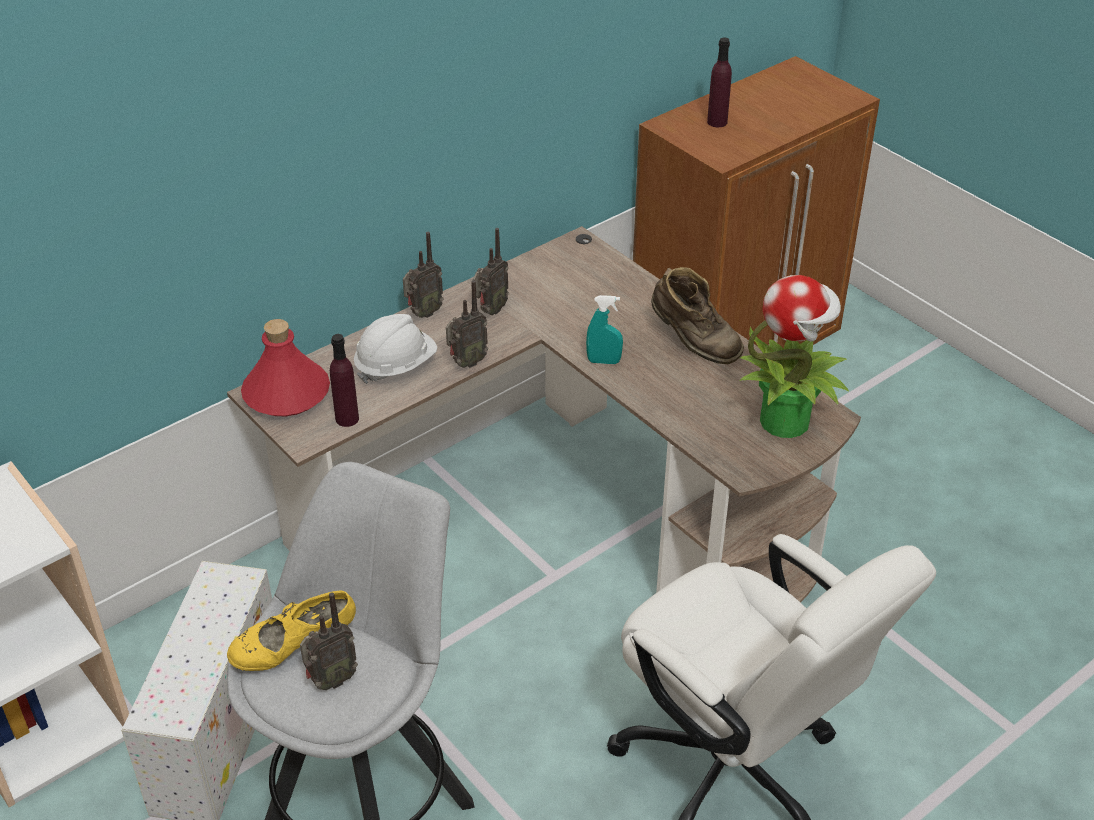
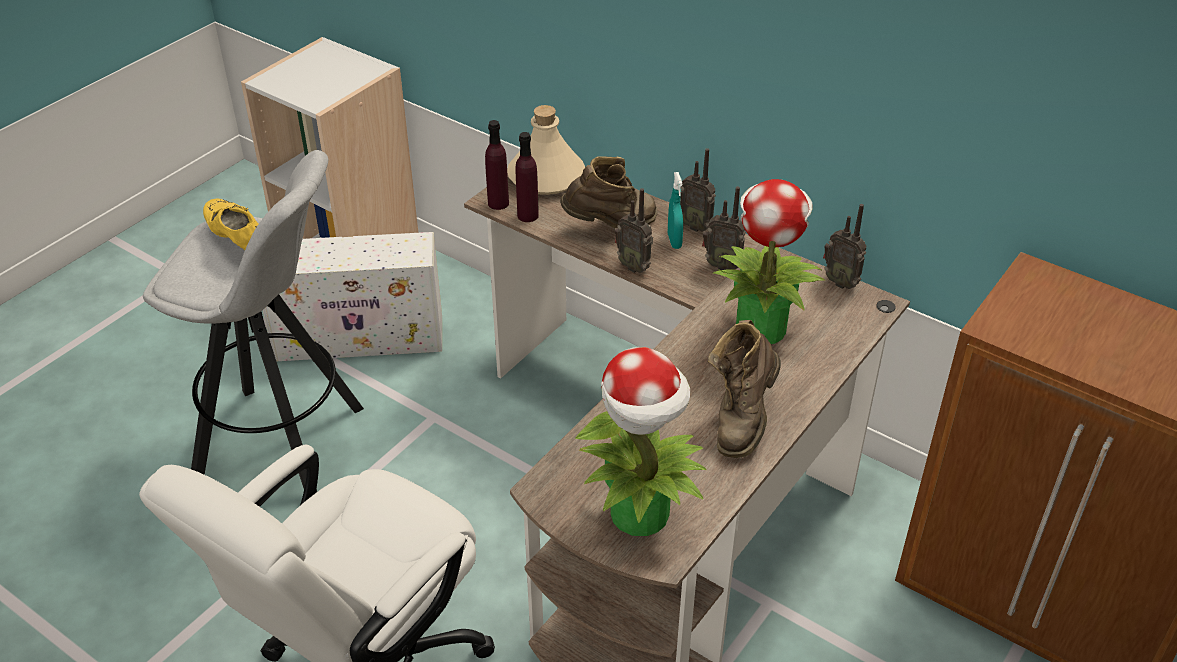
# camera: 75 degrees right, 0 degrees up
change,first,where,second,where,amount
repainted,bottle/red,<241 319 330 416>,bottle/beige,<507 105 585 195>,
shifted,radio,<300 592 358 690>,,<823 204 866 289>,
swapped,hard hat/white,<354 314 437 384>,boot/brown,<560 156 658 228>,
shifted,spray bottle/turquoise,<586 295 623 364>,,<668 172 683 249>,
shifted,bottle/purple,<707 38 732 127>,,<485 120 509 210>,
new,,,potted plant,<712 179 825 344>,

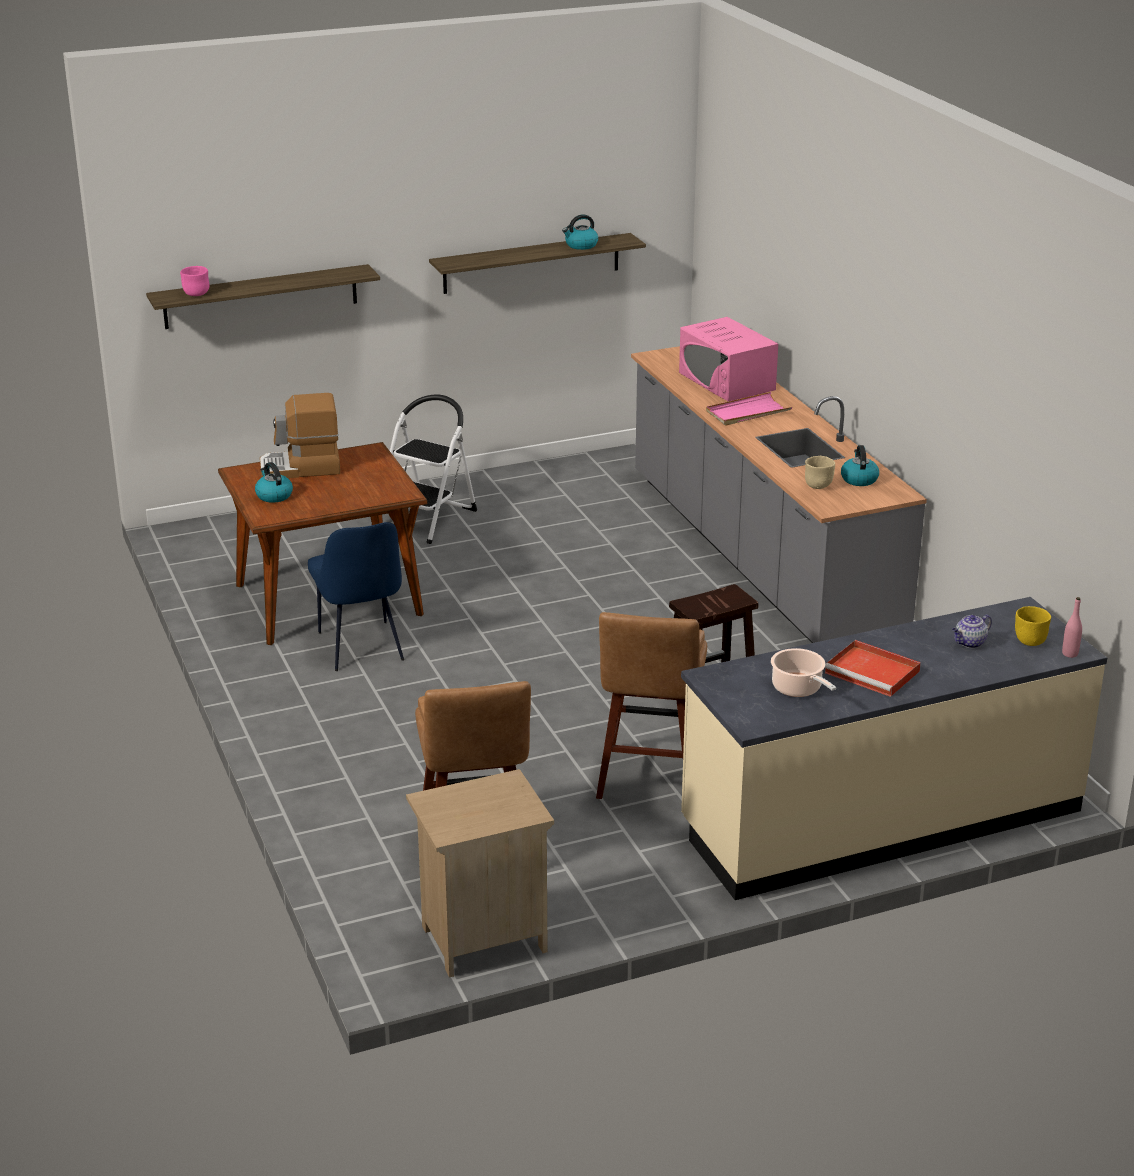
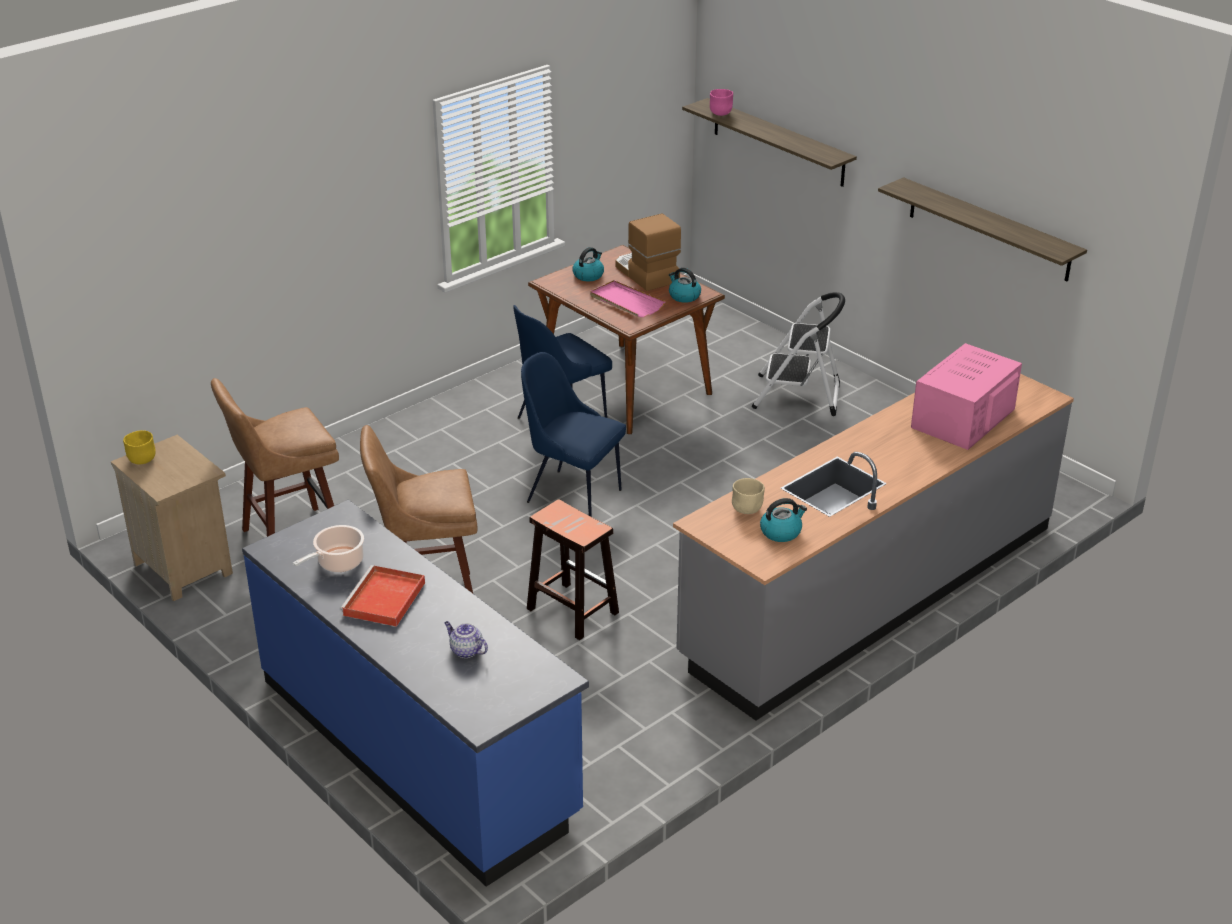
# camera: 70 degrees right, 5 degrees up
change,first,where,second,where,amount
shifted,kettle,<562 214 598 250>,,<669 268 701 303>,
repainted,counter/beige,<681 597 1107 900>,counter/blue,<242 500 589 887>,
shifted,tray/pink,<706 392 792 425>,,<590 280 665 317>,
shifted,bowl/yellow,<1015 606 1051 646>,,<123 430 156 464>,
gone,bottle/pink,<1062 597 1082 658>,,,
new,,,chair/blue,<521 352 626 517>,

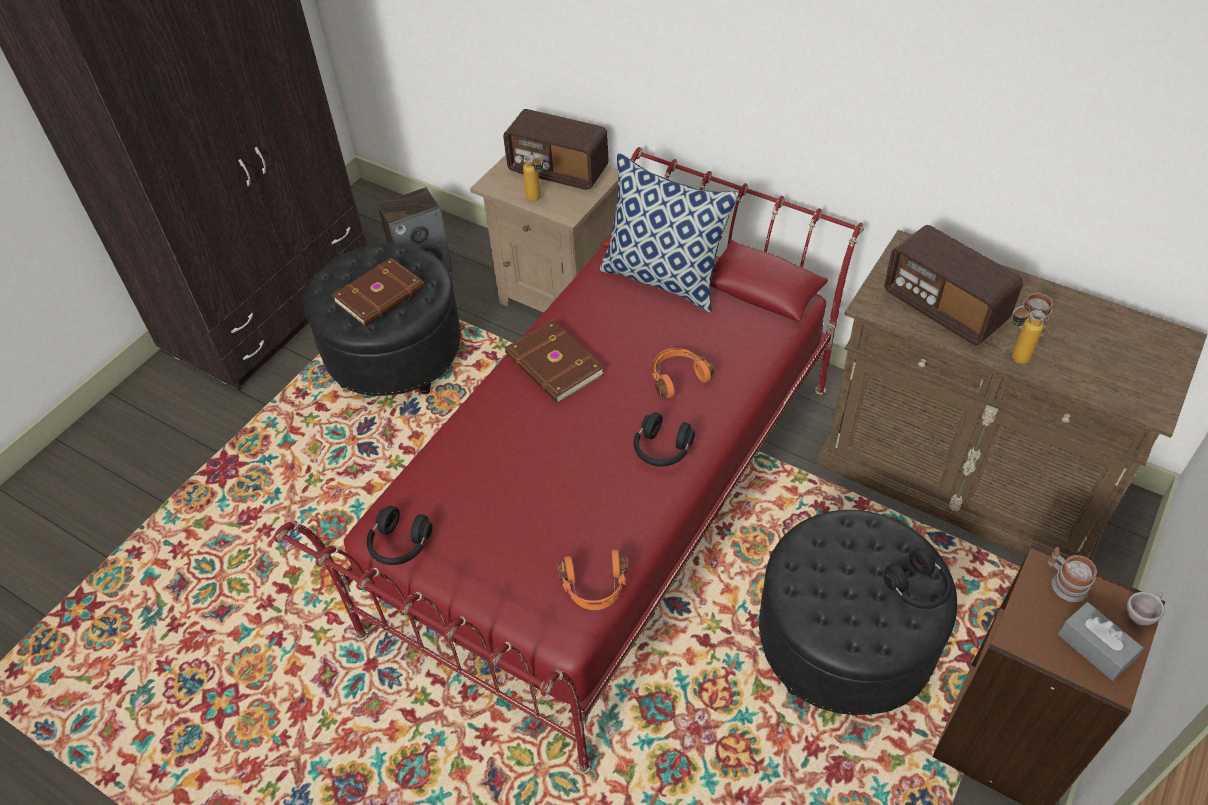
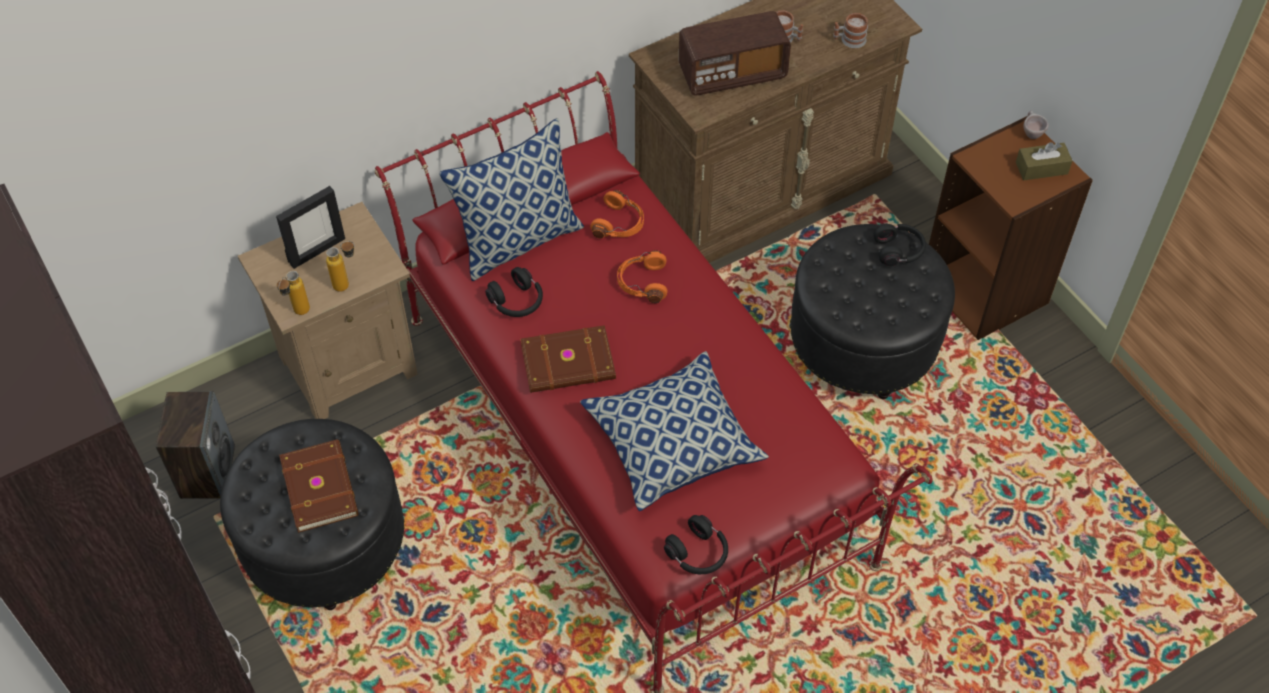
# camera: 65 degrees left, 5 degrees up
change,first,where,second,where,amount
swapped,radio,<503 109 609 190>,picture frame,<276 186 345 269>,
shifted,headphones/orange,<557 550 628 610>,,<590 190 644 238>,
shifted,headphones/black,<634 412 695 467>,,<485 267 543 317>,
shifted,bottle,<1012 306 1045 364>,,<277 271 310 315>,
shifted,mug,<1048 547 1097 602>,,<833 13 868 48>,
repainted,tissue box/grey,<1058 602 1144 681>,tissue box/brown,<1016 142 1073 180>,
new,,,pillow,<580 351 769 511>,

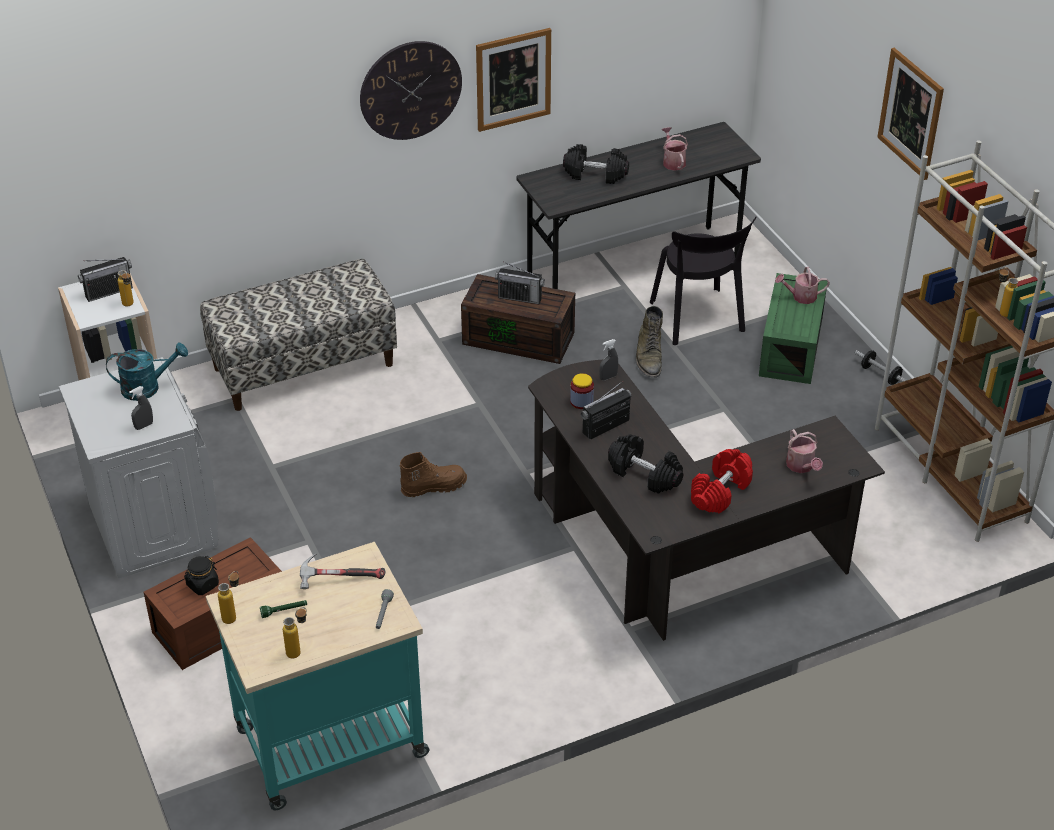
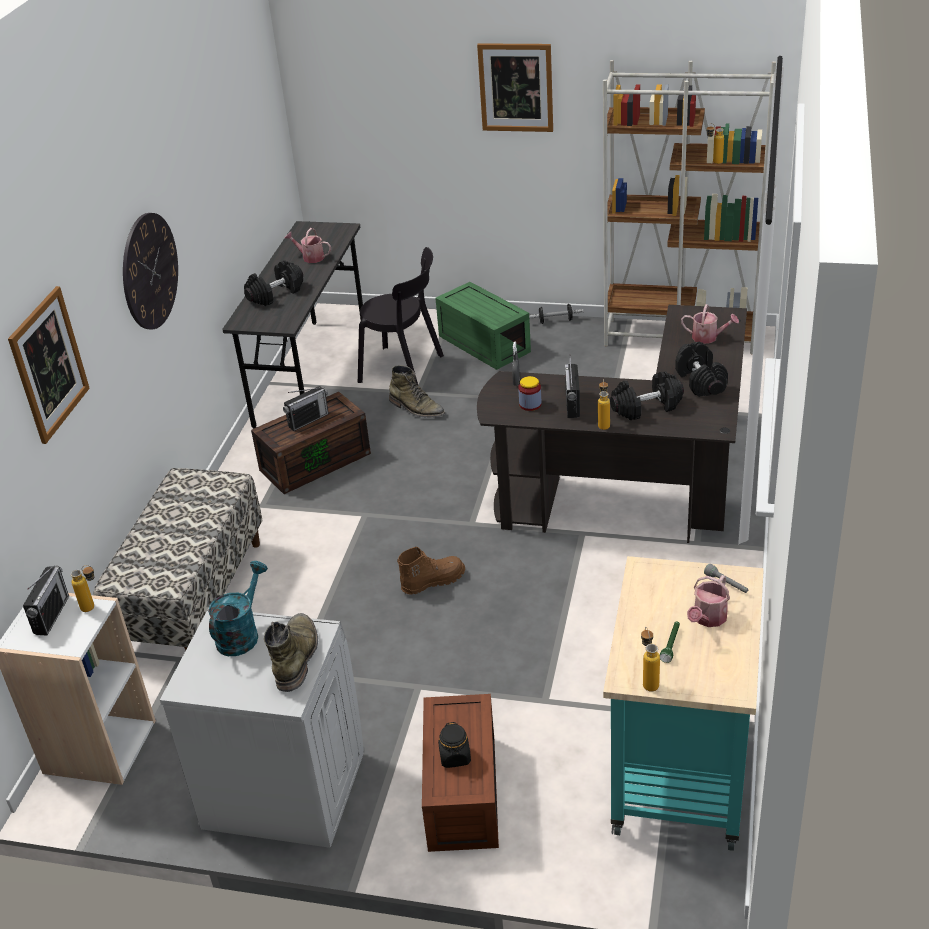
# camera: 50 degrees left, 5 degrees down
change,first,where,second,where,amount
swapped,spray bottle/grey,<129 386 153 430>,boot/green,<264 613 318 692>,
shifted,bottle,<283 607 307 658>,,<598 379 610 430>,
gone,hammer,<300 553 385 589>,,,
rotated,boot/brown,<400 452 467 497>,,<397 547 465 595>,45 degrees clockwise
shifted,picture,<476 28 551 132>,,<8 286 90 444>,
repainted,dumbbell/red,<691 449 753 513>,dumbbell/black,<675 342 728 397>,
shifted,watering can,<775 267 830 304>,,<687 575 730 627>,

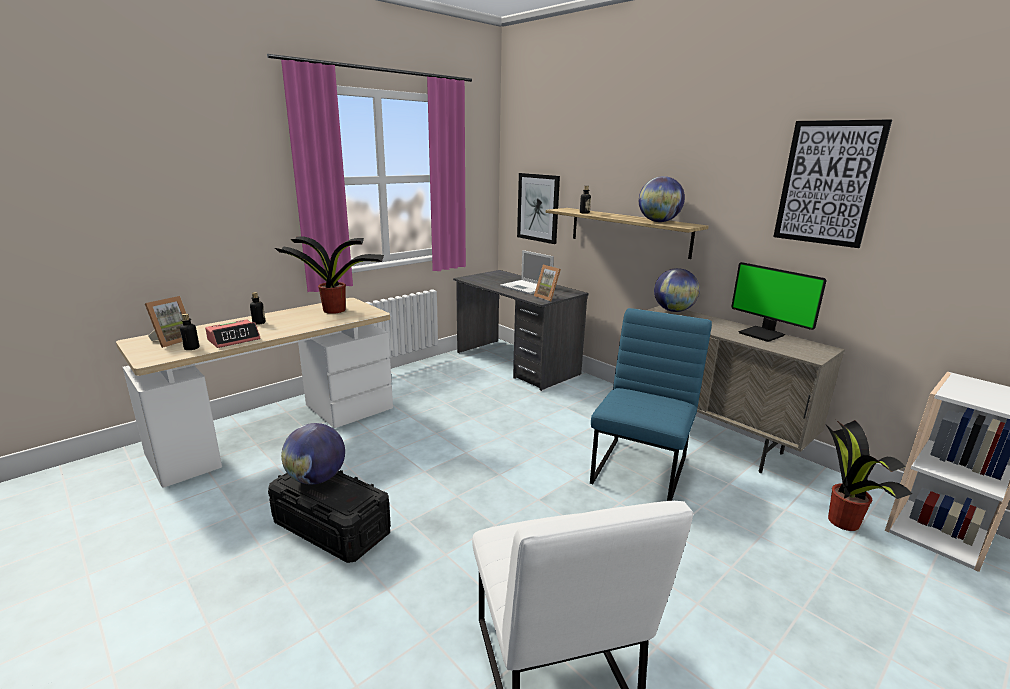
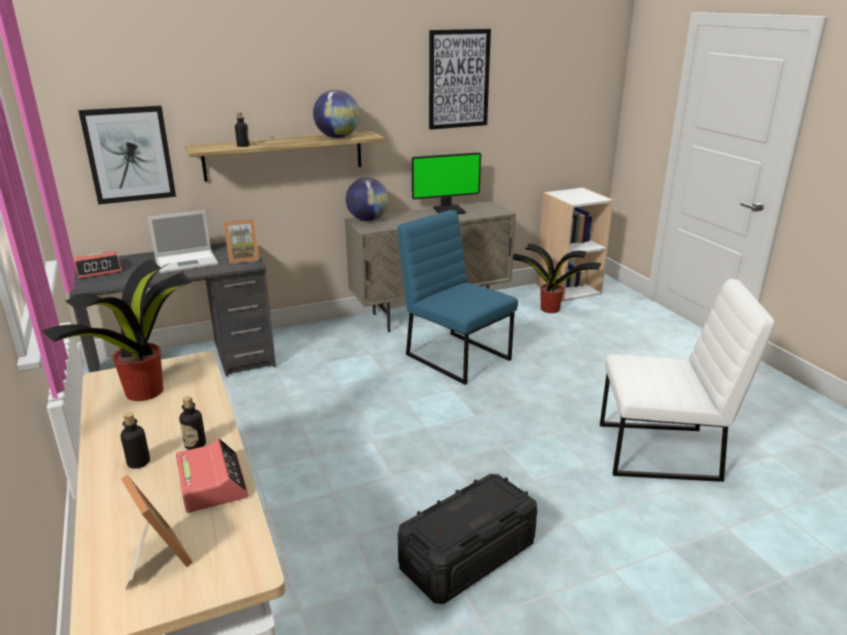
# camera: 70 degrees left, 5 degrees up
change,first,where,second,where,amount
shifted,bottle,<180 313 199 350>,,<179 396 206 450>,
gone,globe,<281 423 345 484>,,,
new,,,alarm clock,<74 251 122 279>,

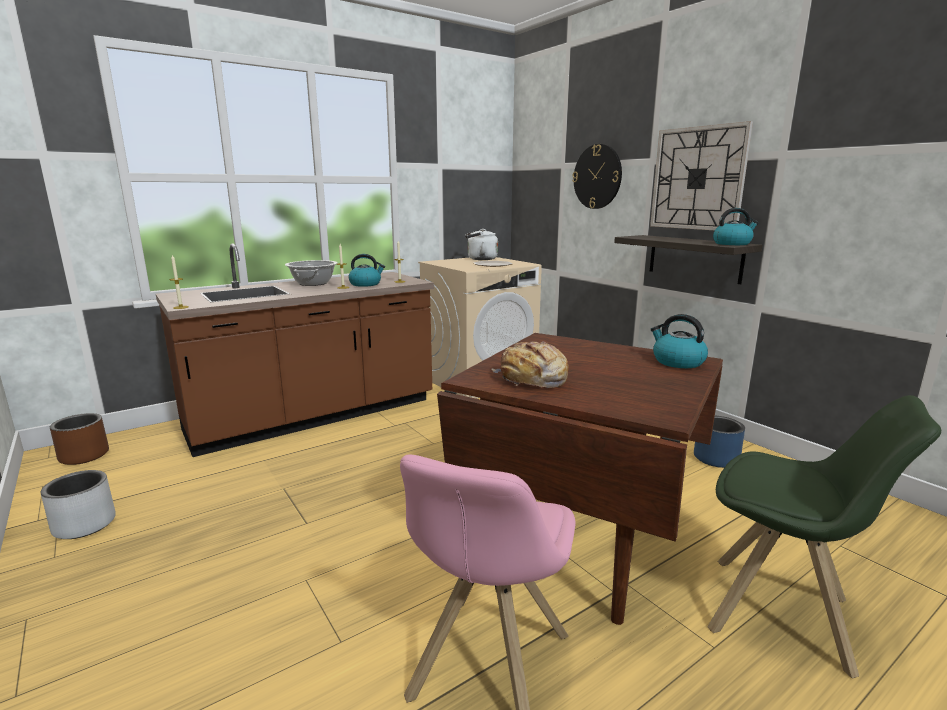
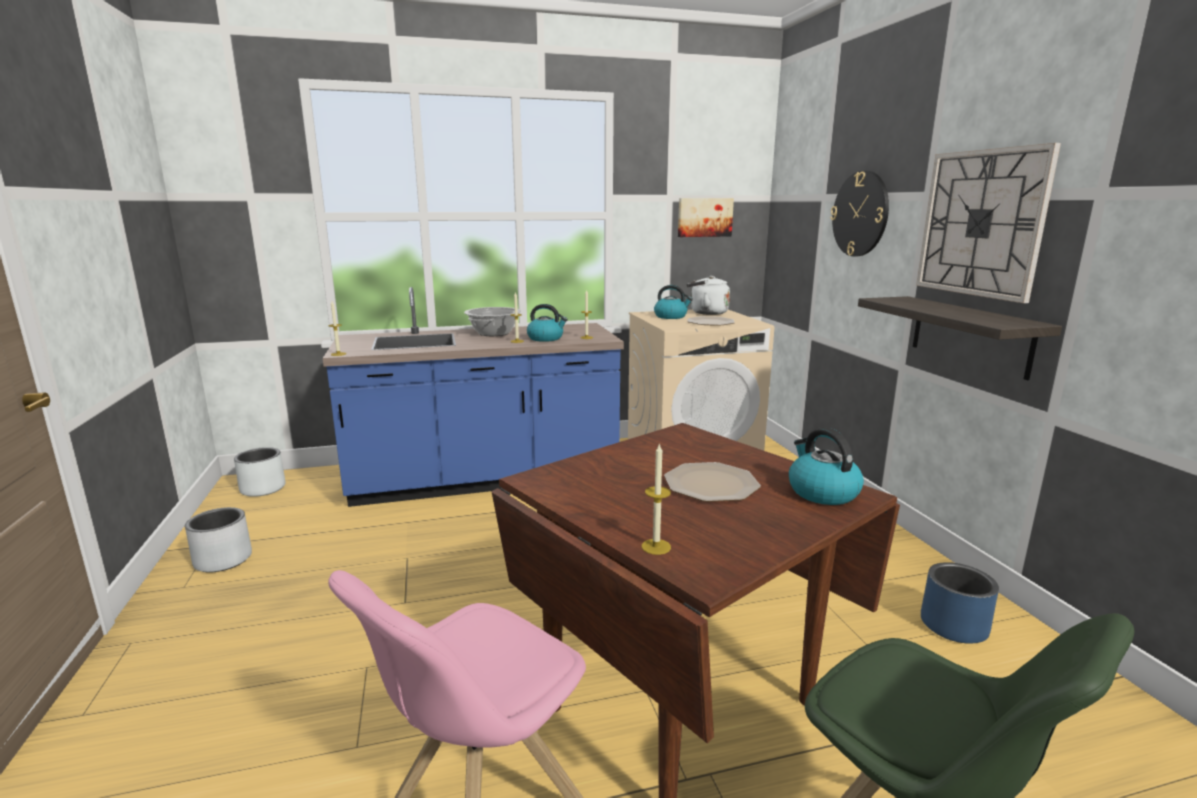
# camera: 20 degrees right, 0 degrees up
change,first,where,second,where,amount
repainted,planter/brown,<50 413 109 465>,planter/white,<234 447 285 497>,
repainted,counter/brown,<156 243 434 457>,counter/blue,<323 287 624 507>,
gone,bread,<492 341 569 388>,,,
shifted,kettle,<713 208 759 245>,,<654 285 693 319>,
new,,,candle,<642 443 671 555>,
new,,,plate,<664 462 761 502>,
new,,,picture,<678 198 734 237>,

